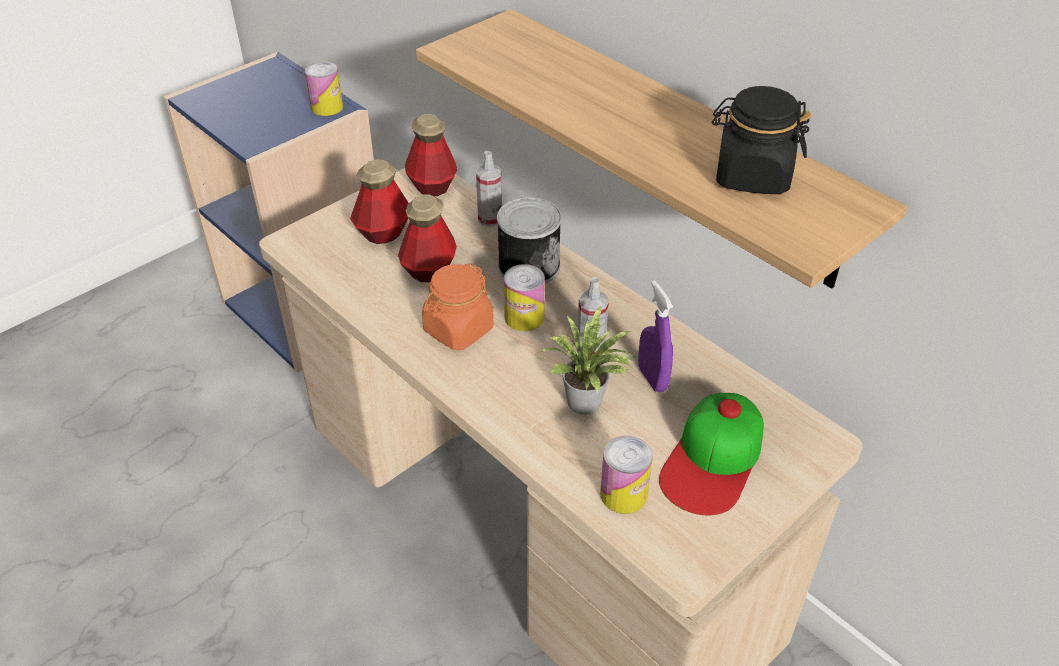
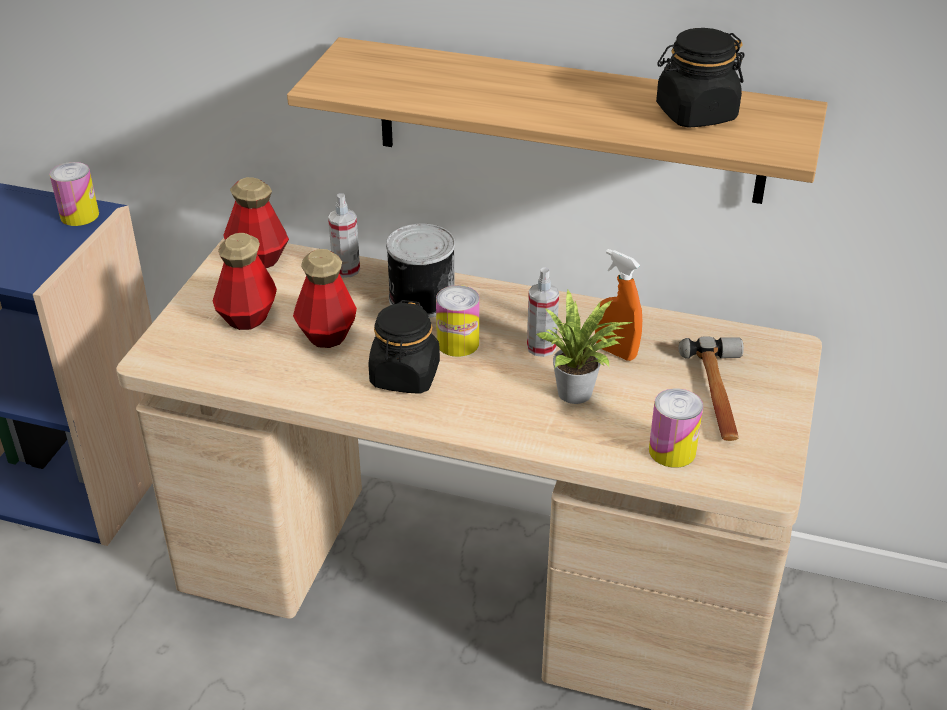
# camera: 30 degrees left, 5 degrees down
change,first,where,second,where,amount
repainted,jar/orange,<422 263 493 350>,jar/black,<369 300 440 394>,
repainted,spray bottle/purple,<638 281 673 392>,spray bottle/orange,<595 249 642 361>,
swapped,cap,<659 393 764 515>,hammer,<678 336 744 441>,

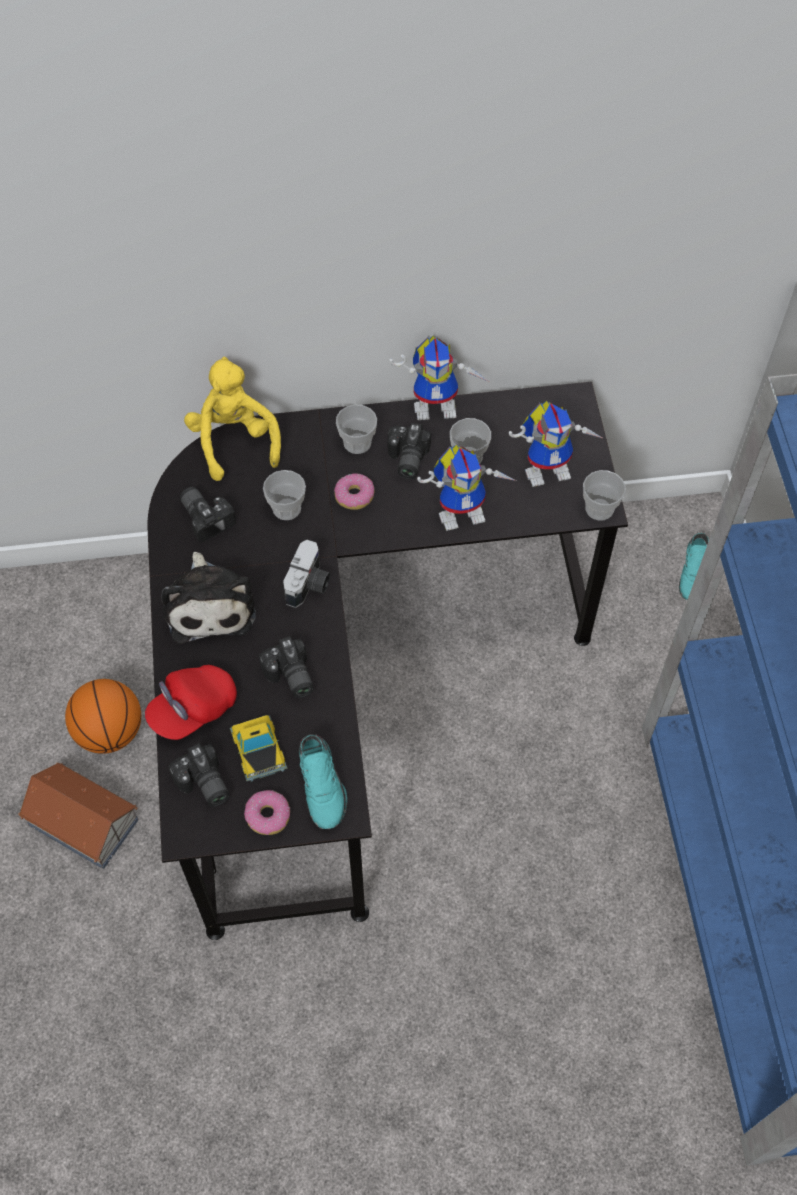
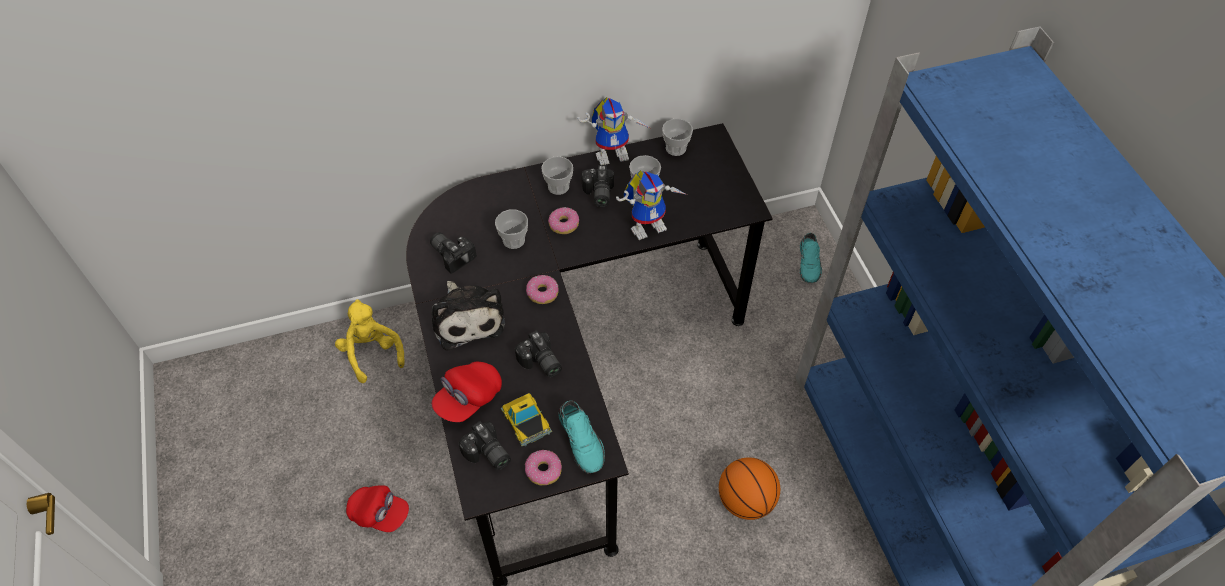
# camera: 10 degrees left, 5 degrees down
change,first,where,second,where,amount
swapped,toy house,<18 762 139 869>,cap/red,<346 486 409 532>,
shifted,basketball,<65 679 141 754>,,<719 457 780 520>,
shifted,plush toy/yellow,<184 357 281 481>,,<335 299 405 383>,
swapped,photo camera,<283 540 331 608>,donut,<526 275 559 304>,
gone,toy robot,<509 401 602 487>,,,
shifted,cup,<583 470 626 521>,,<662 119 693 156>,

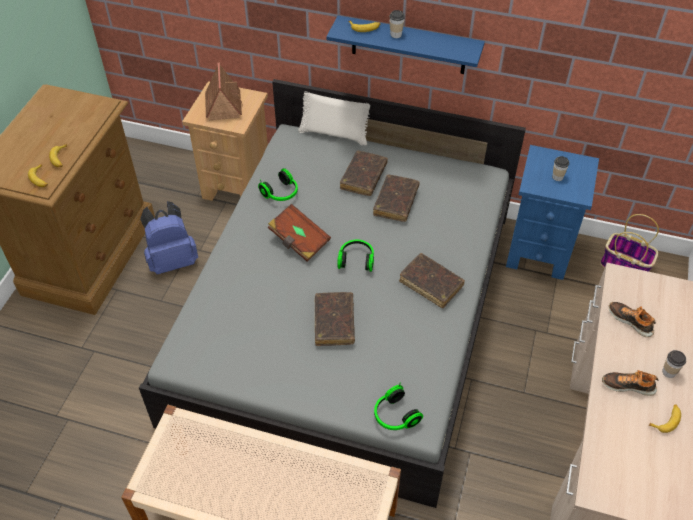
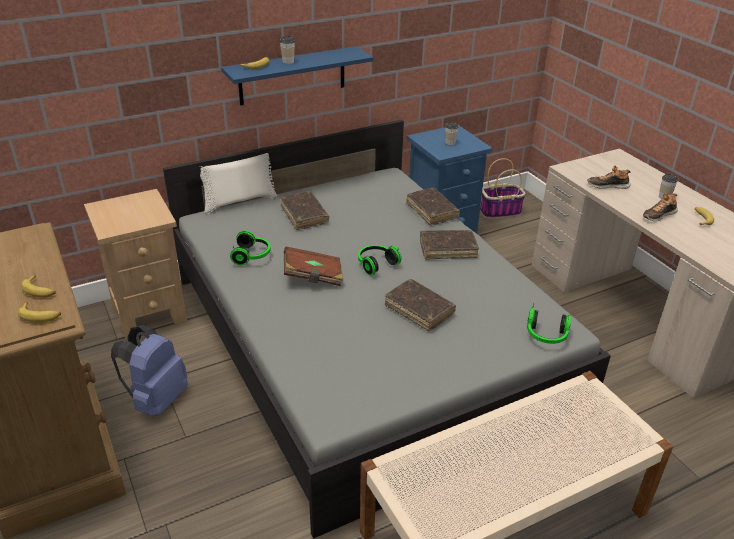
# camera: 45 degrees left, 15 degrees down
change,first,where,second,where,amount
gone,toy house,<205 63 243 120>,,,
shifted,book/brown,<373 175 420 222>,,<406 188 460 226>,

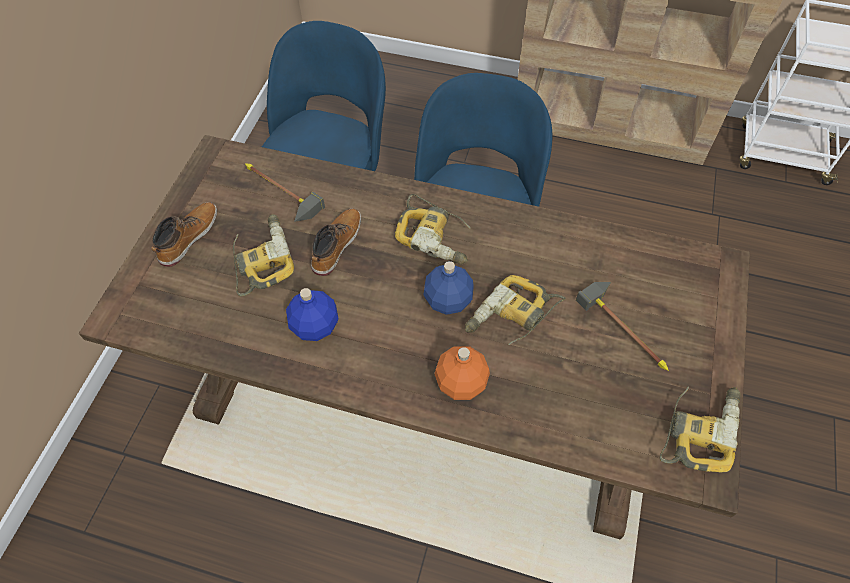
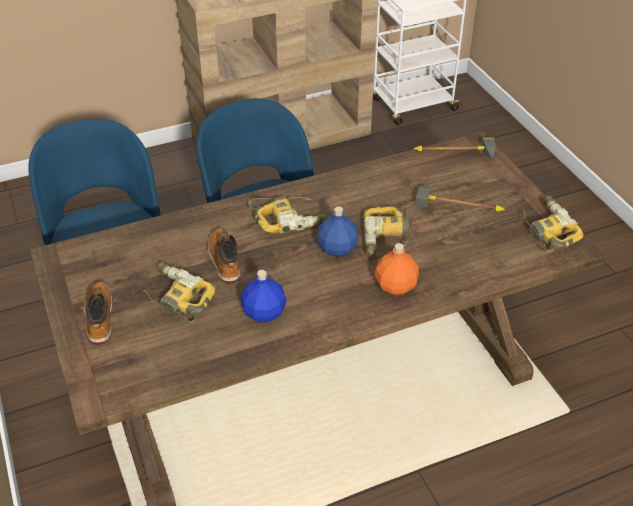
# camera: 40 degrees left, 15 degrees down
change,first,where,second,where,amount
shifted,hammer,<245 163 325 222>,,<413 137 496 159>,

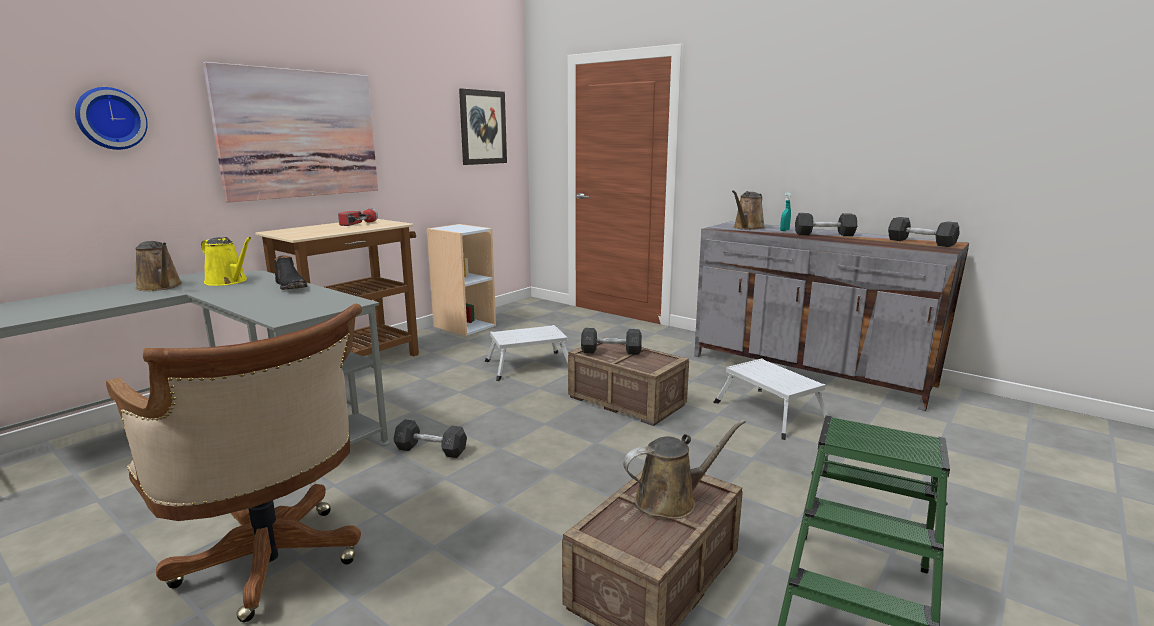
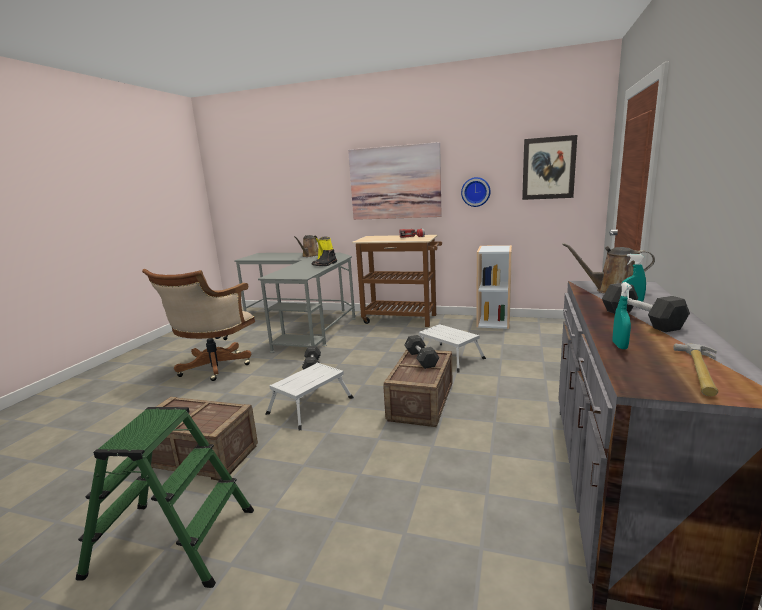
# camera: 70 degrees right, 0 degrees up
change,first,where,second,where,amount
shifted,wall clock,<75 87 148 150>,,<461 177 491 207>,
gone,watering can/brown,<623 420 746 519>,,,
shifted,step ladder/white,<714 359 829 440>,,<265 363 354 431>,
swapped,dumbbell/grey,<888 217 959 247>,hammer,<674 343 718 396>,
new,,,spray bottle/turquoise,<612 282 632 349>,

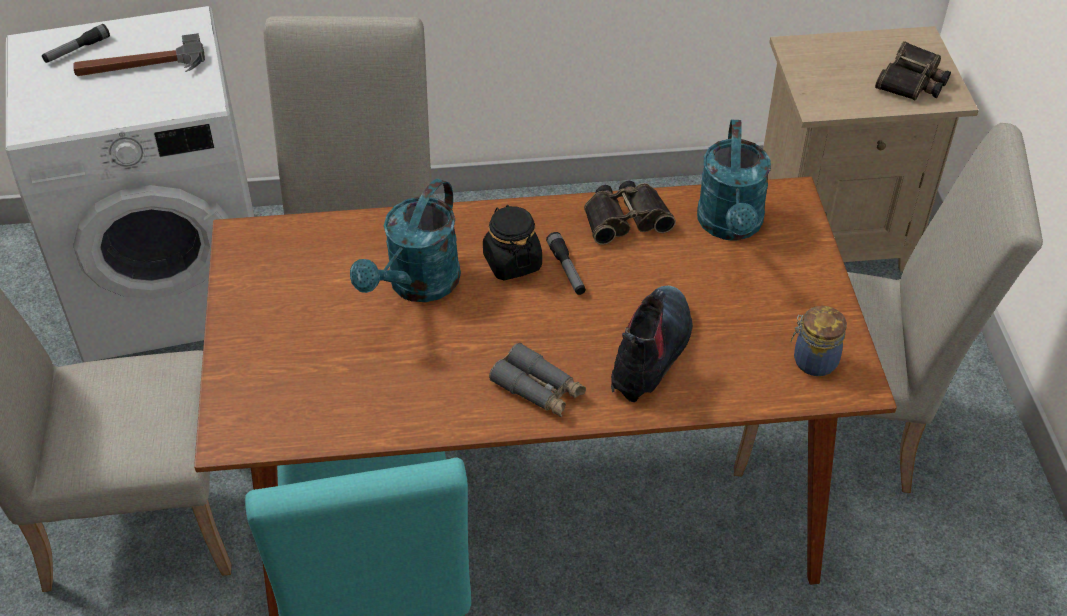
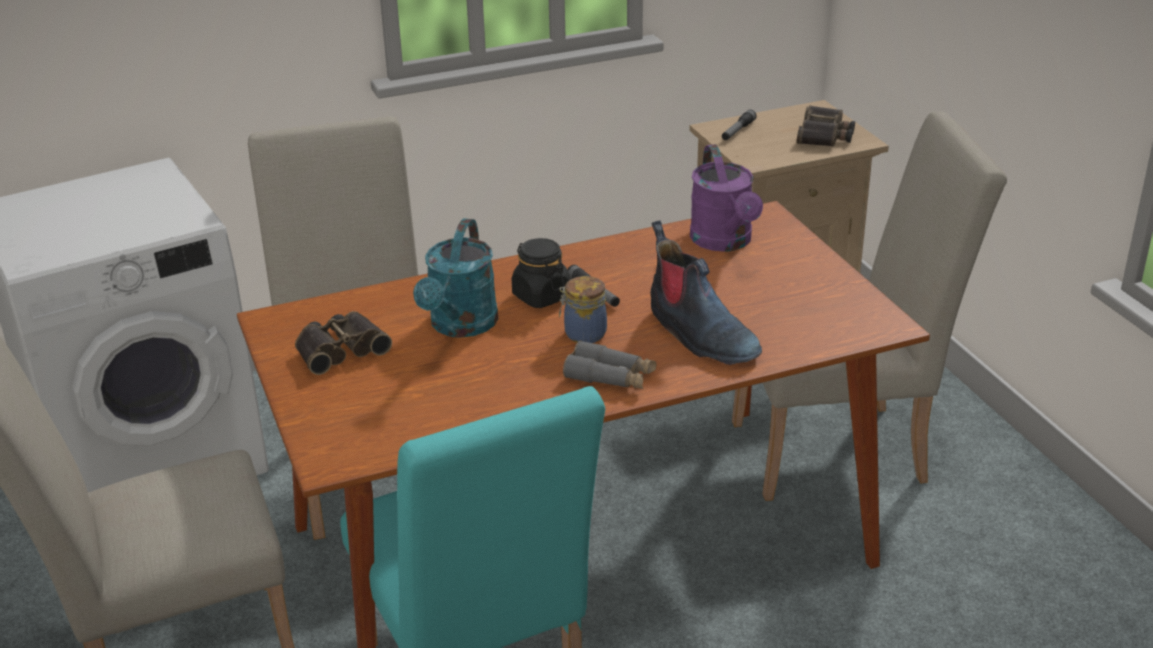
# camera: 15 degrees left, 15 degrees down
change,first,where,second,where,amount
shifted,flashlight,<42 24 110 63>,,<722 110 757 140>,
gone,hammer,<73 33 205 76>,,,
shifted,binoculars,<584 181 676 245>,,<295 311 392 375>,
rotated,boot,<611 286 693 402>,,<650 221 762 365>,135 degrees clockwise
repainted,watering can/turquoise,<697 120 771 241>,watering can/purple,<690 144 763 252>,
shifted,jar,<791 306 847 376>,,<559 276 607 343>,

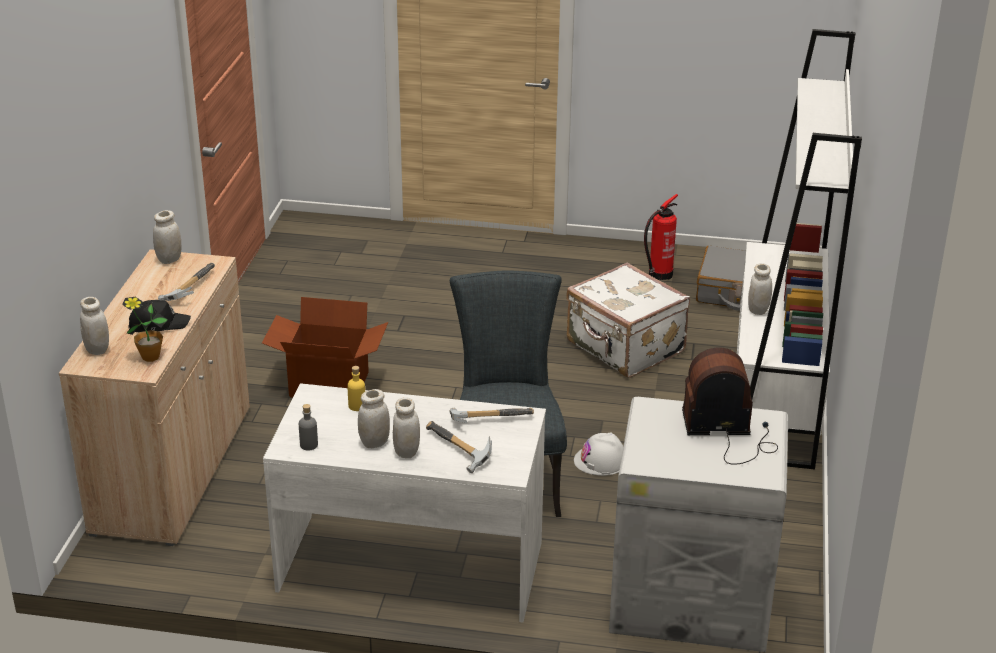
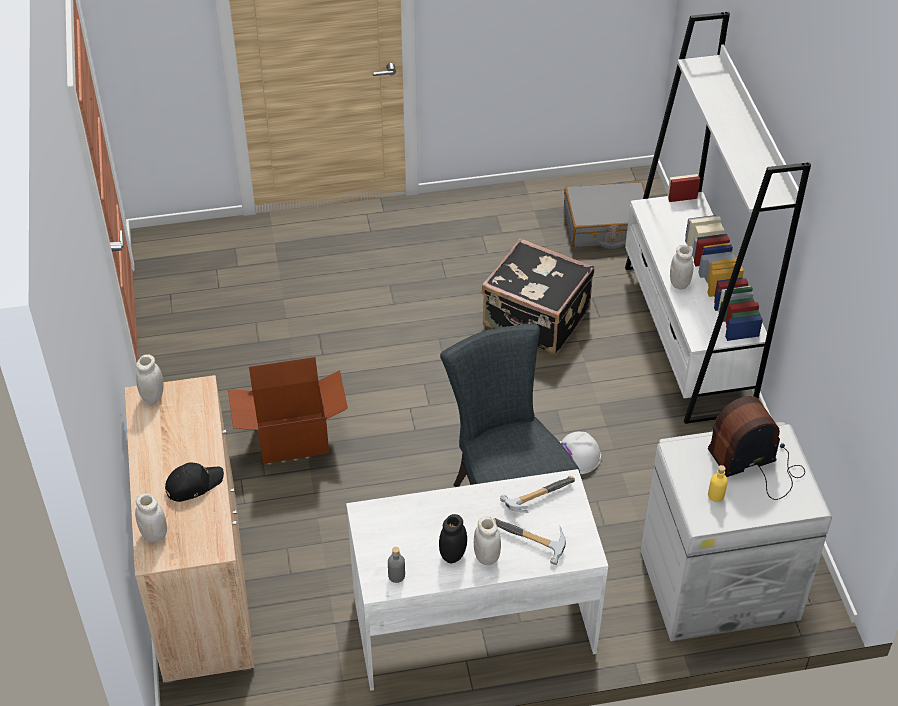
# camera: 20 degrees left, 15 degrees up
change,first,where,second,where,amount
gone,potted plant,<122 297 168 362>,,,
gone,hammer,<158 263 215 301>,,,
shifted,bottle/yellow,<347 366 365 411>,,<708 465 728 502>,
repainted,jar/white,<358 389 390 448>,jar/black,<439 514 467 563>,
repainted,suitcase/white,<566 262 690 378>,suitcase/black,<481 238 594 354>,
gone,fire extinguisher,<644 194 678 280>,,,

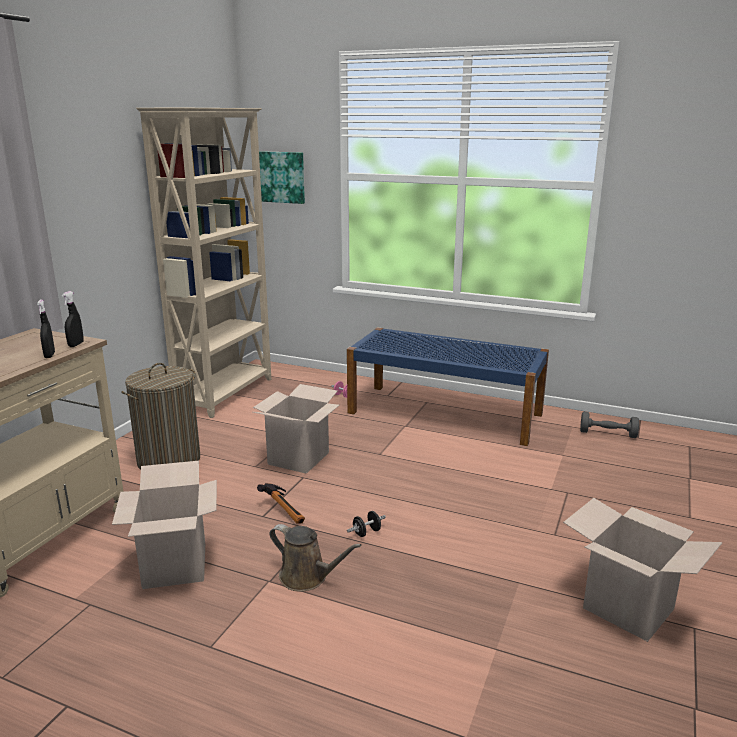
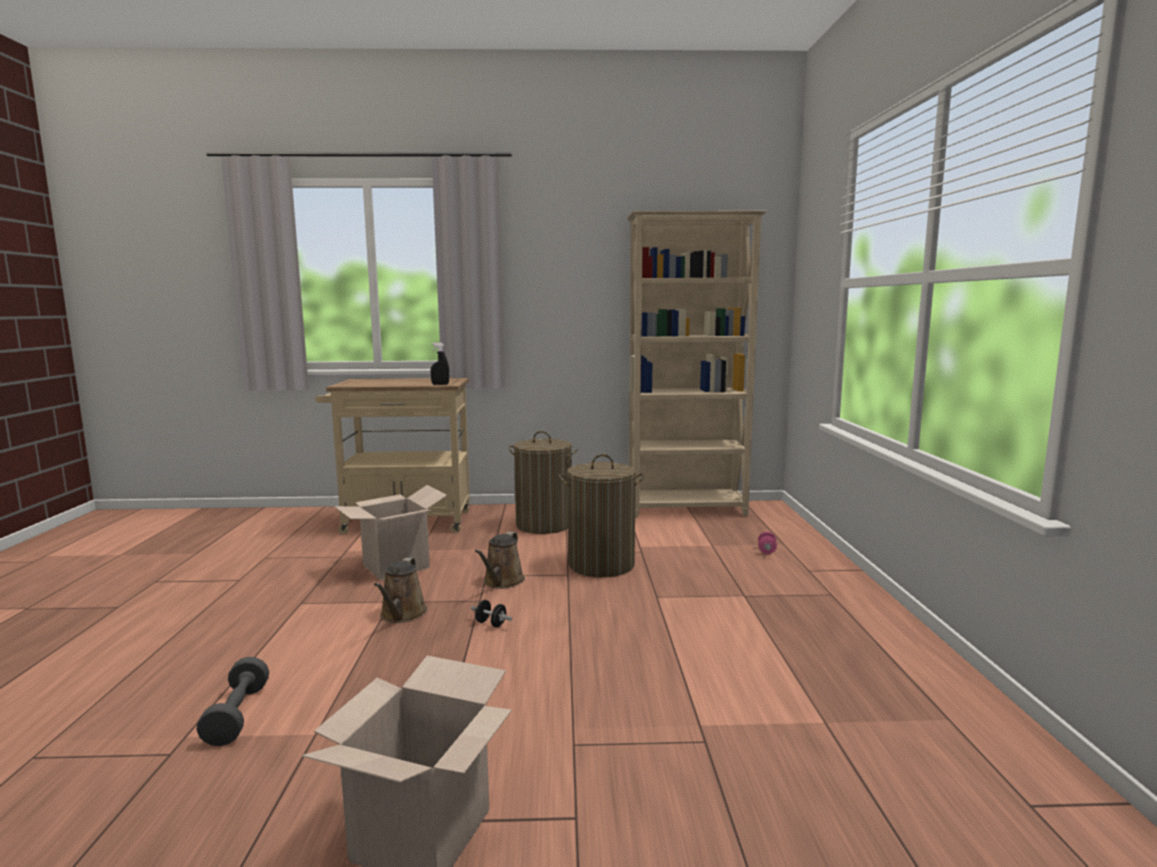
# camera: 65 degrees right, 10 degrees down
change,first,where,second,where,amount
gone,spray bottle/black,<37 299 55 358>,,,
swapped,cardboard box,<253 384 339 474>,laundry basket,<559 454 644 577>,
swapped,hammer,<257 483 305 524>,watering can/brown,<475 532 525 589>,
gone,picture,<259 151 305 204>,,,
gone,bench/blue,<347 327 549 446>,,,
shifted,dumbbell/grey,<580 412 639 438>,,<197 657 269 746>,

